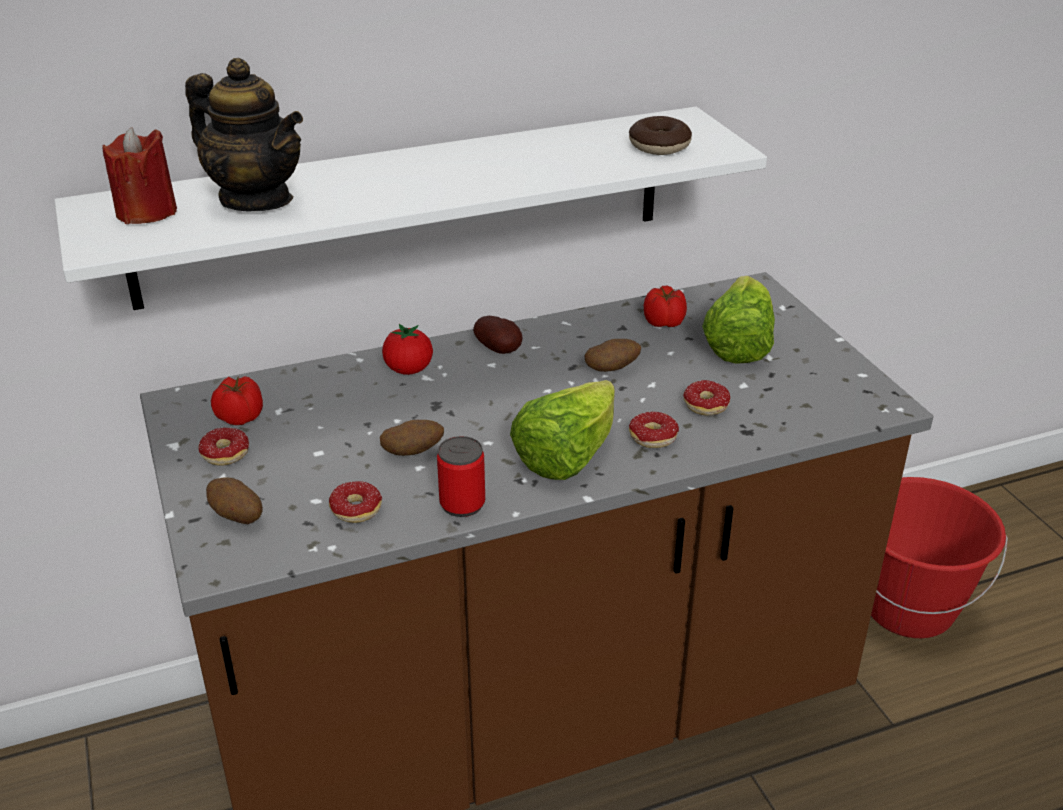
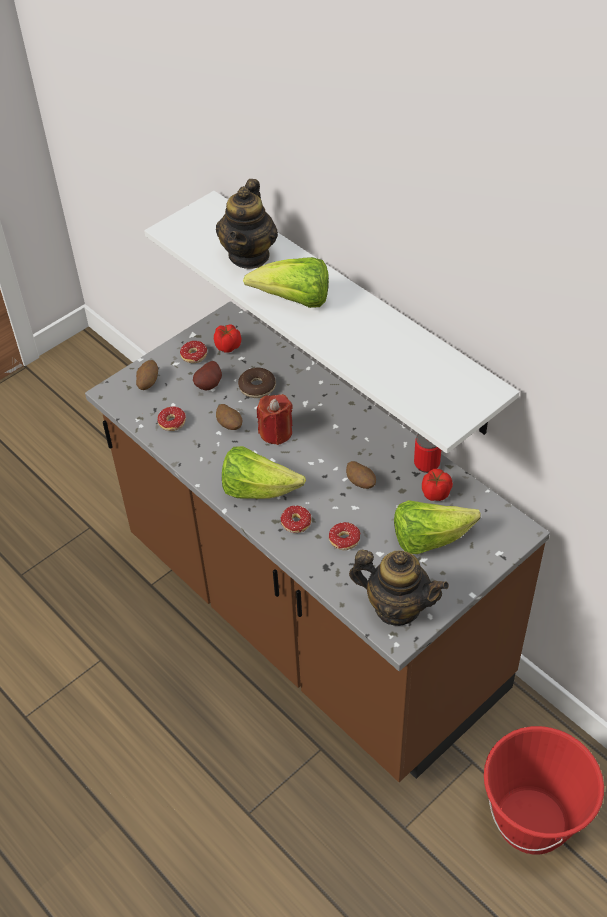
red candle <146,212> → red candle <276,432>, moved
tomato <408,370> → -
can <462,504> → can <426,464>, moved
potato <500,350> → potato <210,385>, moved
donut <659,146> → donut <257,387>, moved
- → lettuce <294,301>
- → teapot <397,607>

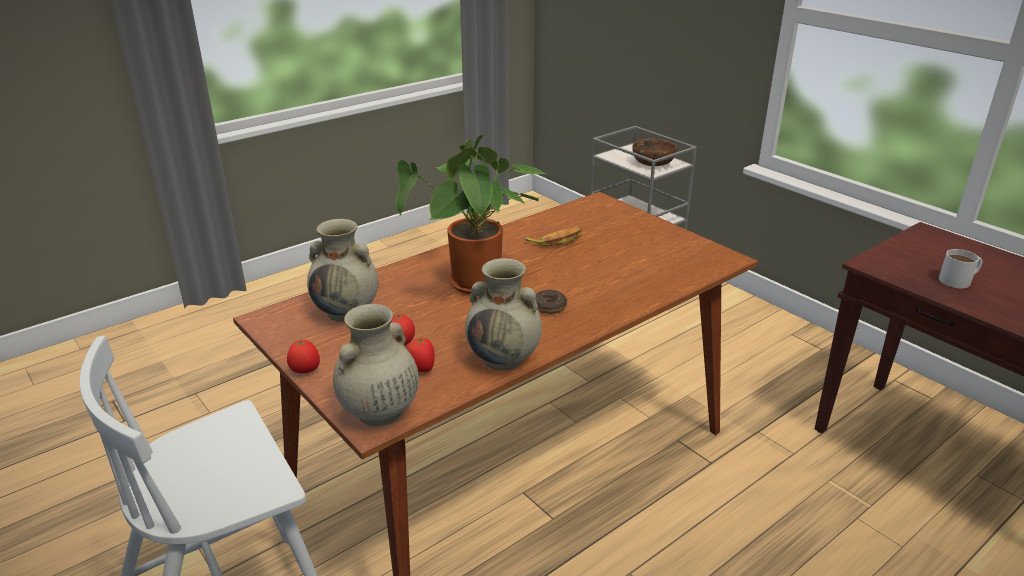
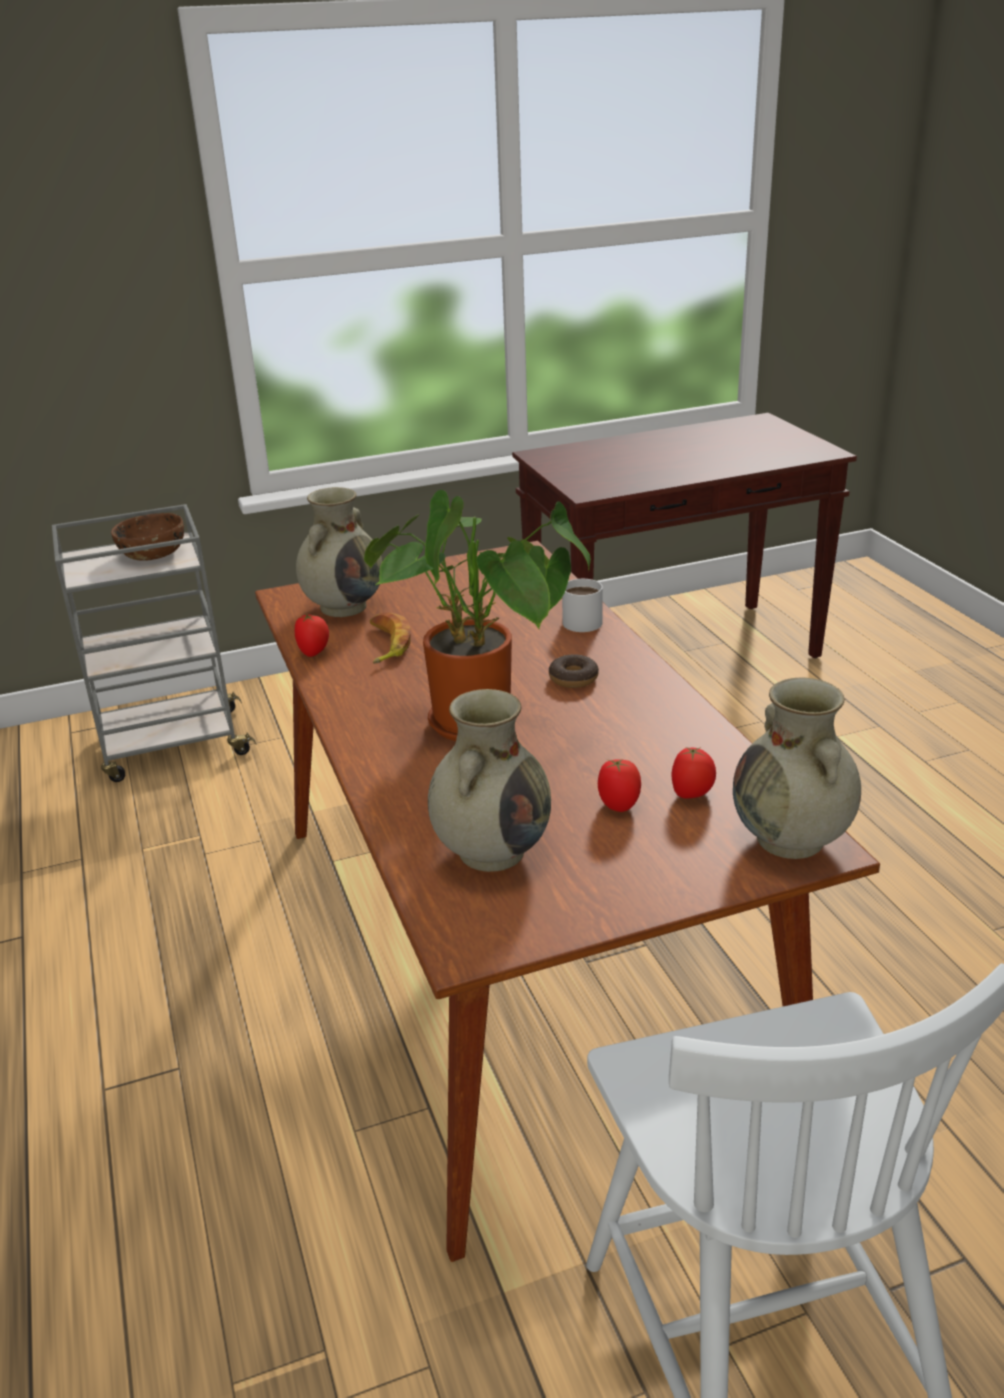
tomato <305,371> → tomato <314,653>, moved
beige vase <504,358> → beige vase <344,606>, moved
white mug <959,280> → white mug <582,619>, moved

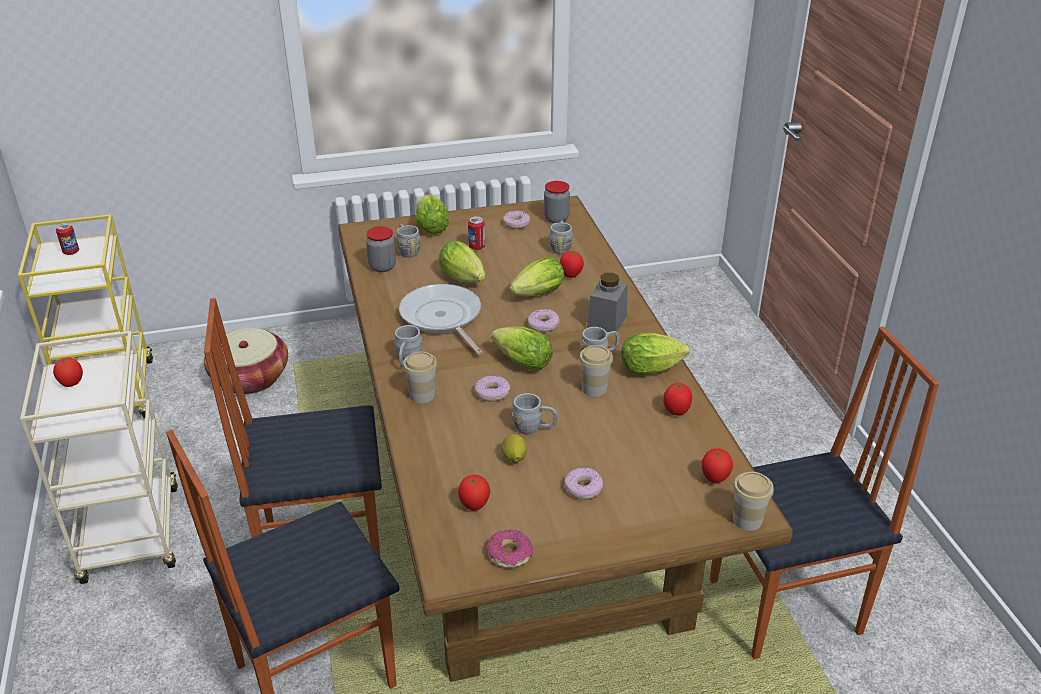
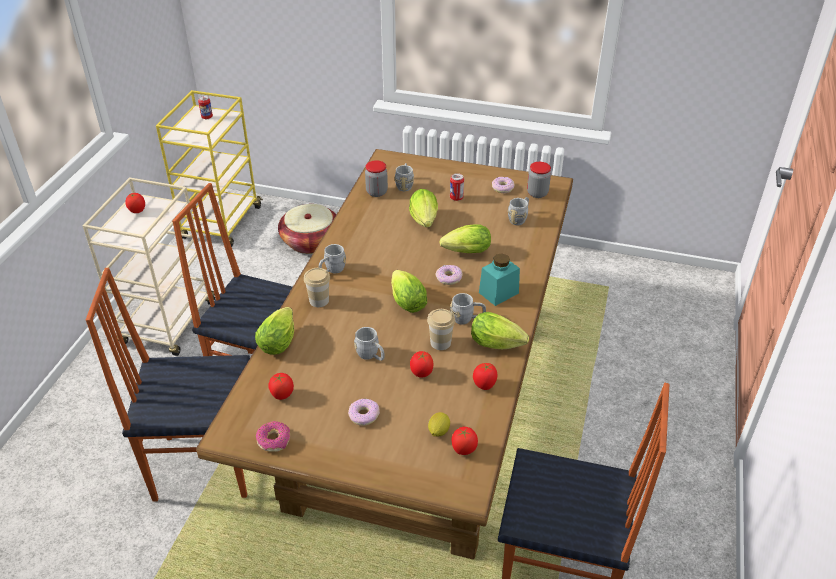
frying pan <442,318> → -
lettuce <431,226> → lettuce <279,340>, moved
donut <492,393> → -
lemon <514,458> → lemon <438,431>, moved
tomato <570,275> → tomato <421,374>, moved
grey jar <607,322> → turquoise jar <498,293>
cup <747,520> → -

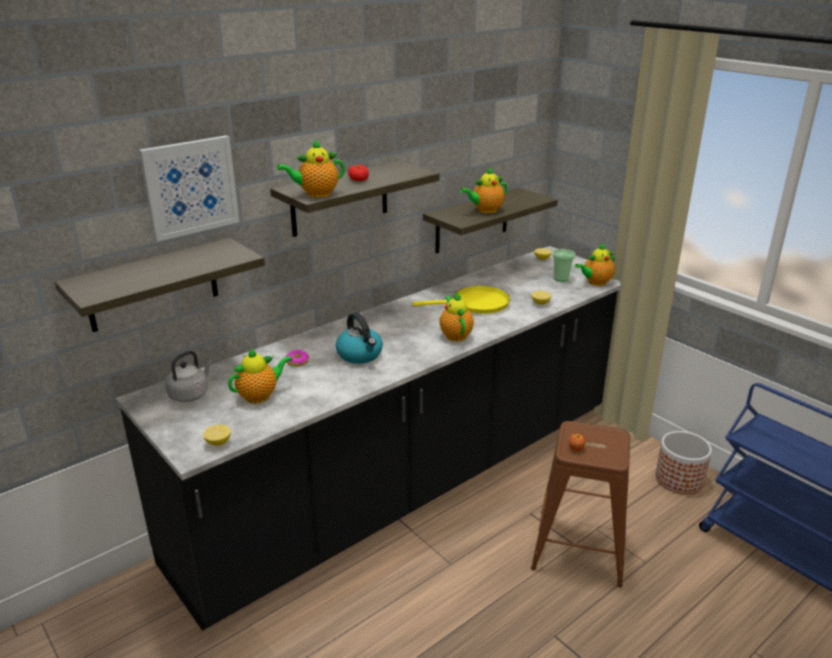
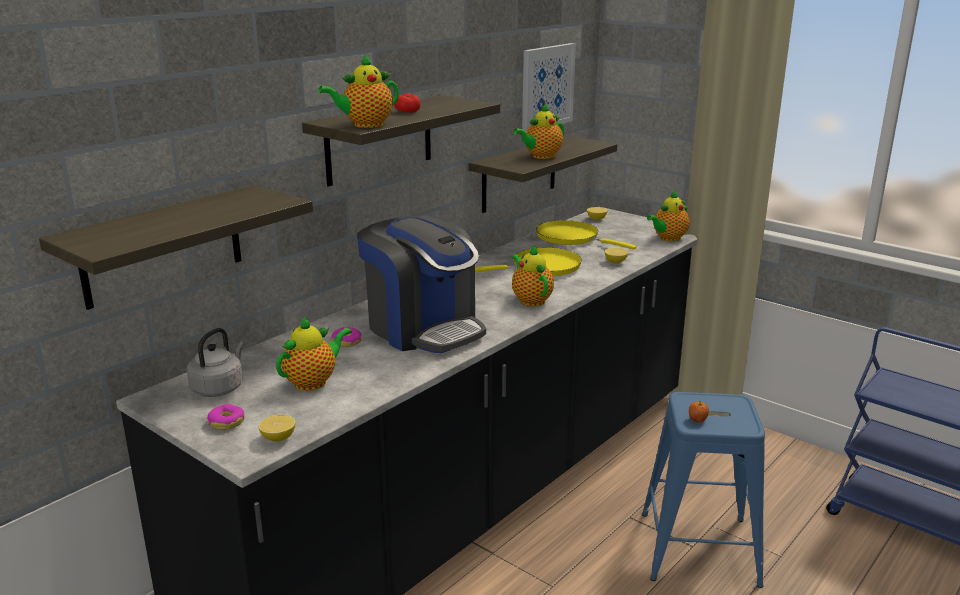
picture <190,187> → picture <546,87>, moved
kettle <360,355> → coffee machine <423,328>
brown stool <578,547> → blue stool <698,549>
cup <561,278> → -
planter <679,479> → -
- → donut <226,422>
- → yellow frying pan <571,238>

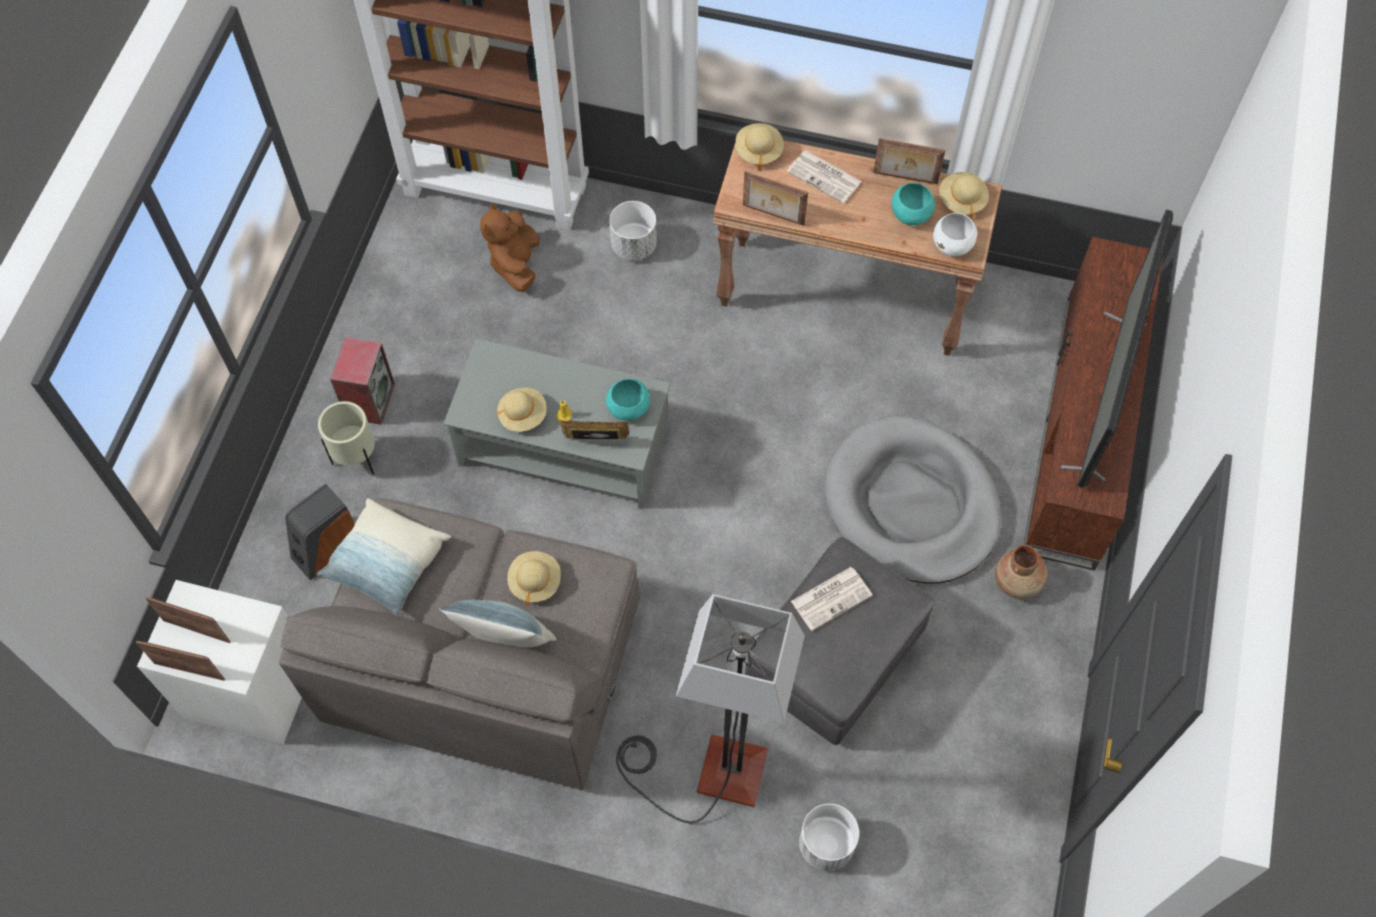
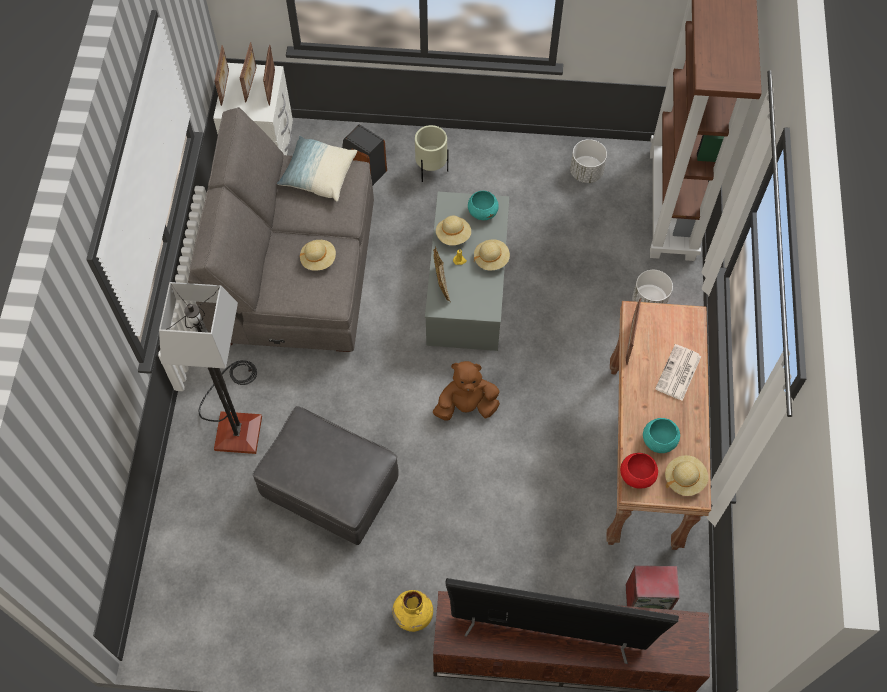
speaker <369,400> → speaker <647,599>, moved
pillow <505,638> → -
brown plush toy <515,264> → brown plush toy <466,406>, moved
turquoise bowl <628,408> → turquoise bowl <482,212>, moved
beige hat <758,151> → beige hat <491,259>, moved
newspaper <832,597> → -
white planter <826,845> → white planter <586,172>, moved
grey dog bed <911,504> → -
picture frame <905,179> → picture frame <271,87>, moved
white bowl <953,245> → red bowl <637,476>
brown vase <1017,582> → yellow vase <413,615>

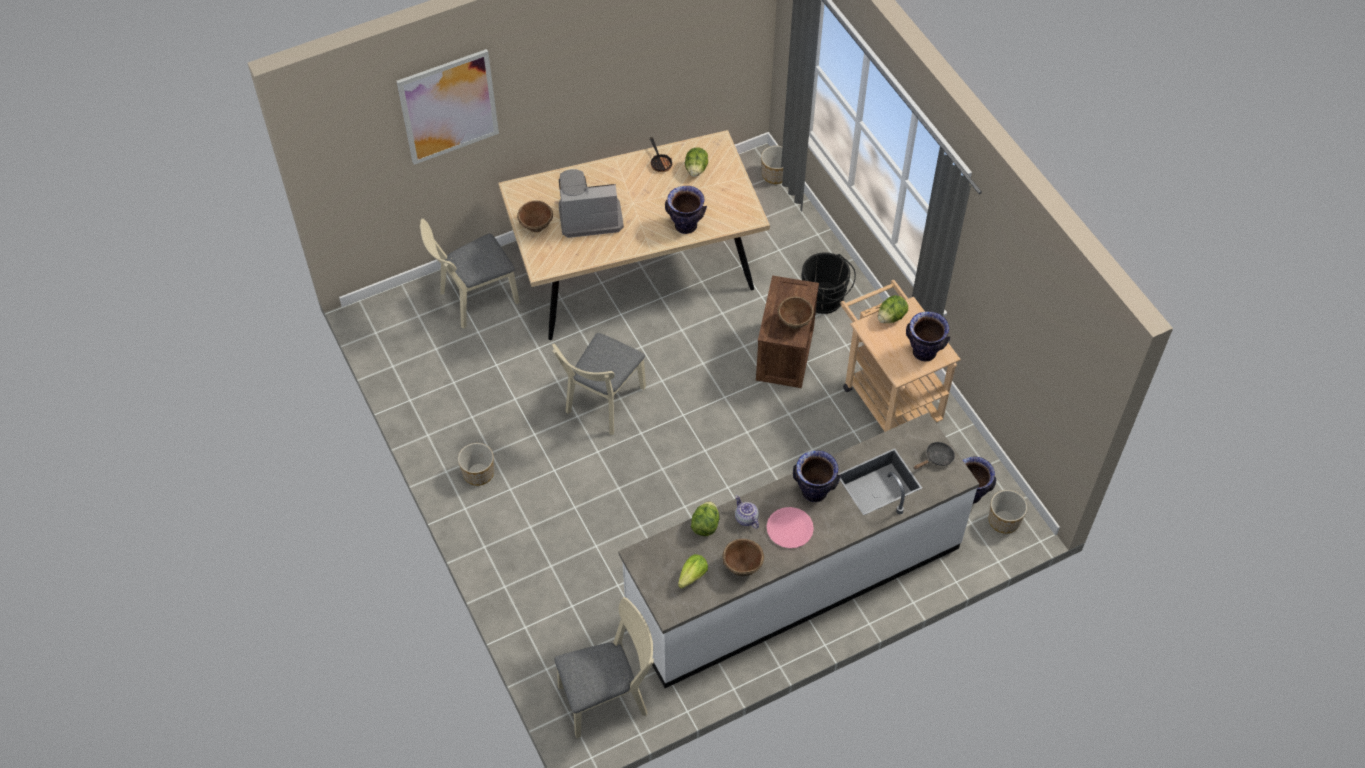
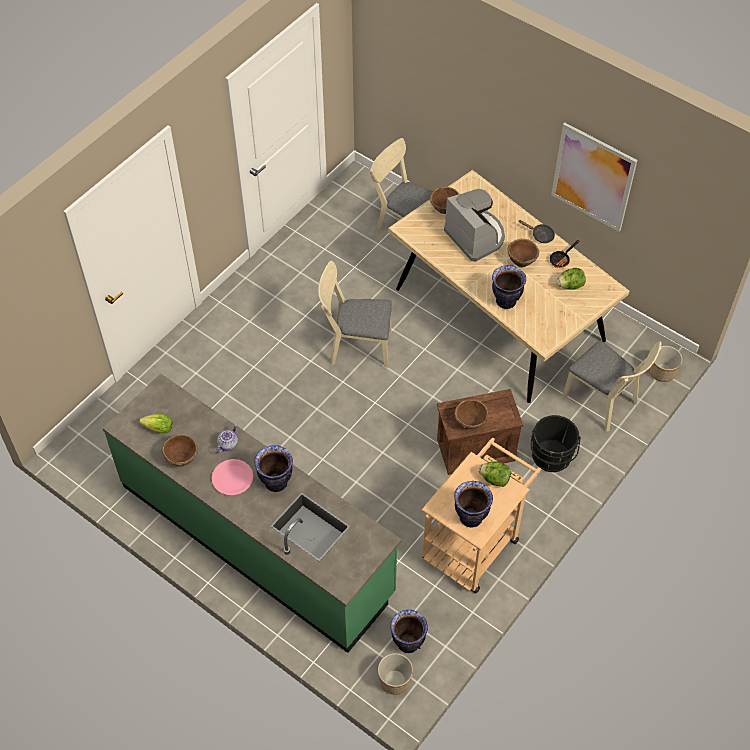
picture <448,106> → picture <593,177>, moved
planter <478,473> → -
beige chair <609,697> → beige chair <604,403>, moved
white counter <793,581> → green counter <257,538>
lettuce <705,525> → -
black frying pan <937,458> → black frying pan <540,235>, moved
- → brown bowl <521,261>

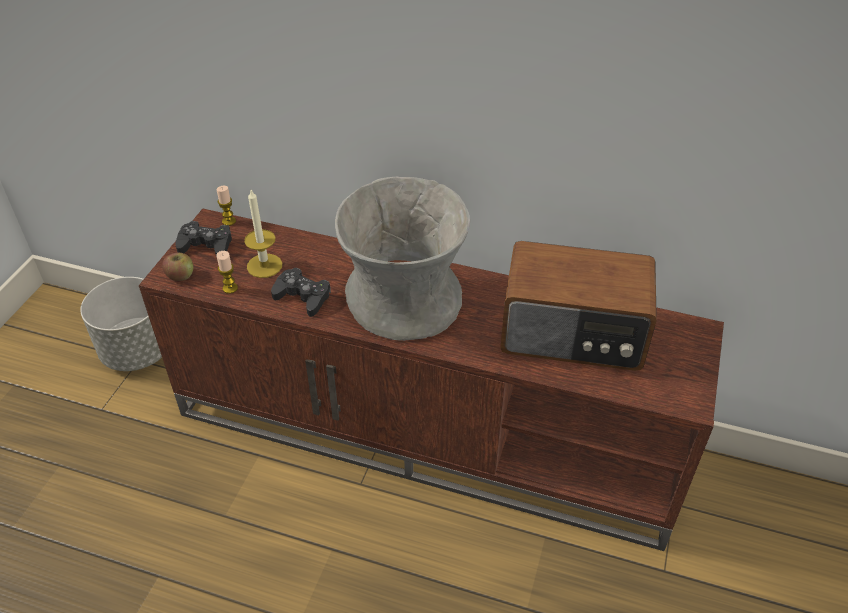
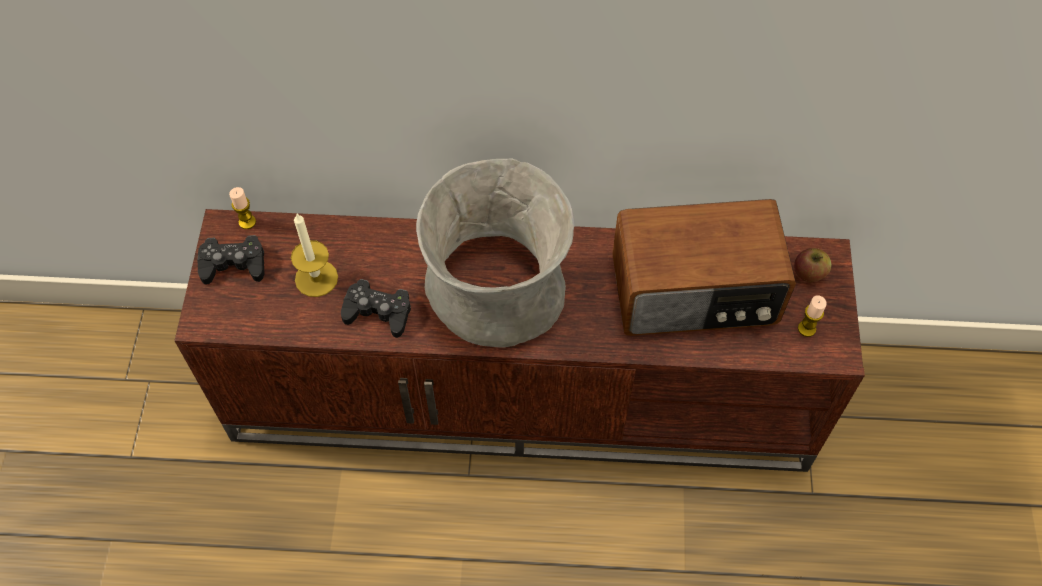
grey planter <137,350> → -
apple <180,276> → apple <809,273>, moved
candle <230,288> → candle <806,328>, moved

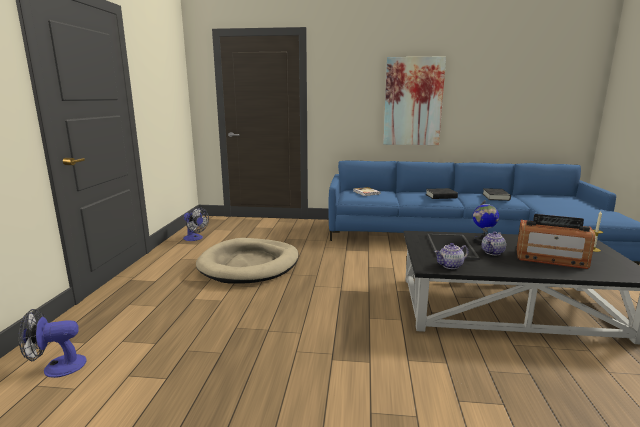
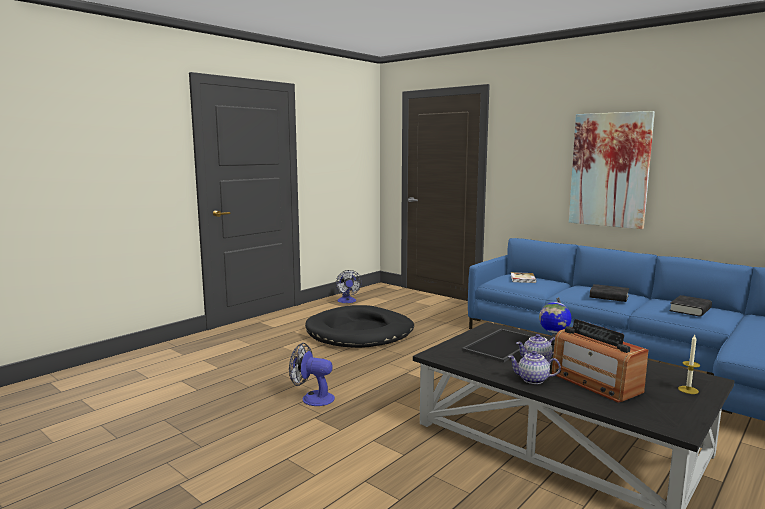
fan <57,367> → fan <312,398>, moved
beige dog bed <249,264> → black dog bed <360,332>
teapot <450,266> → teapot <532,380>, moved

